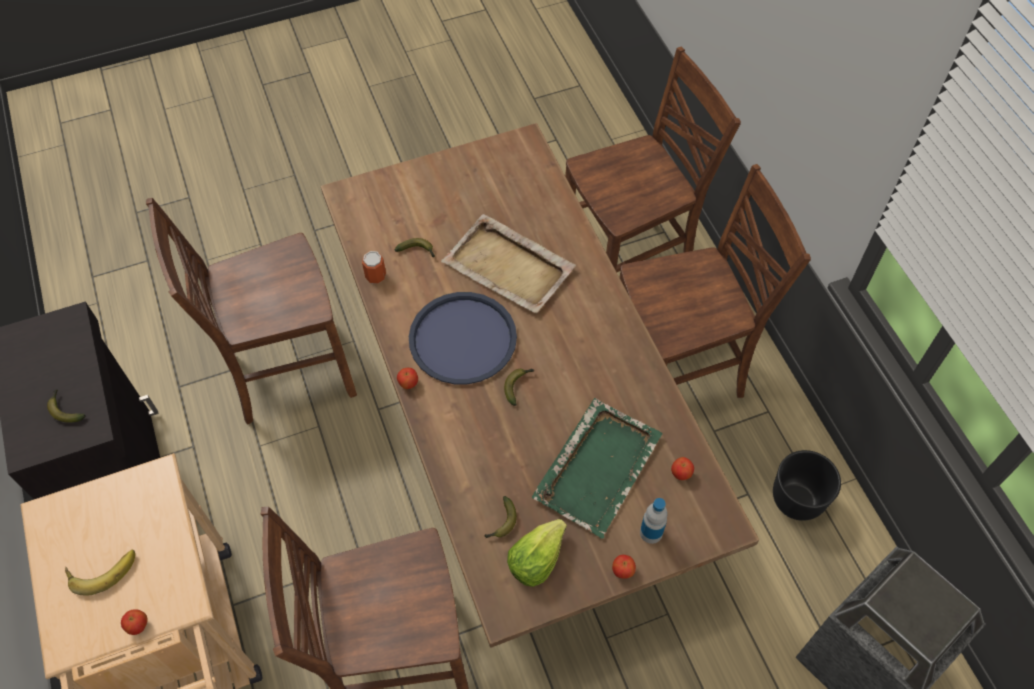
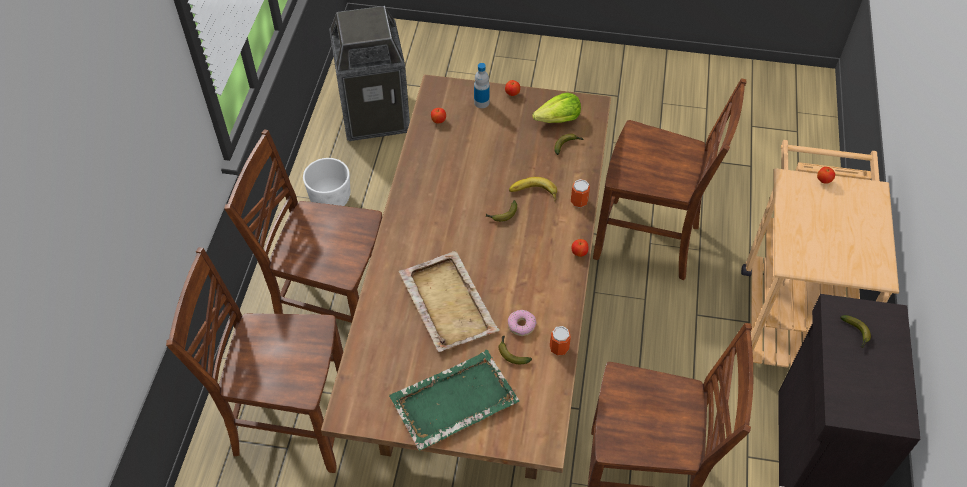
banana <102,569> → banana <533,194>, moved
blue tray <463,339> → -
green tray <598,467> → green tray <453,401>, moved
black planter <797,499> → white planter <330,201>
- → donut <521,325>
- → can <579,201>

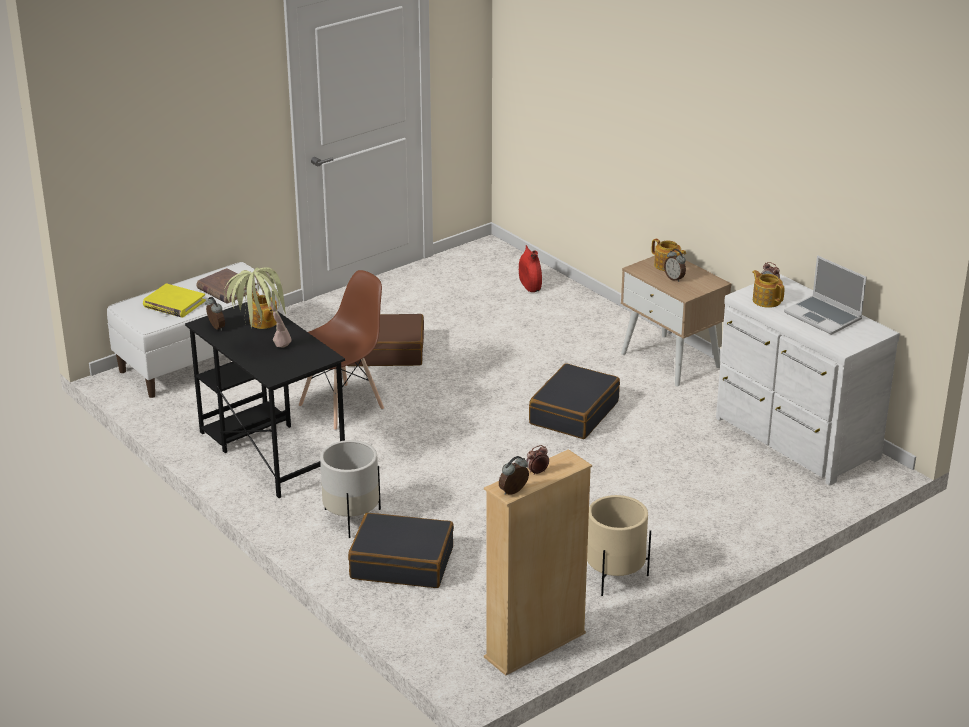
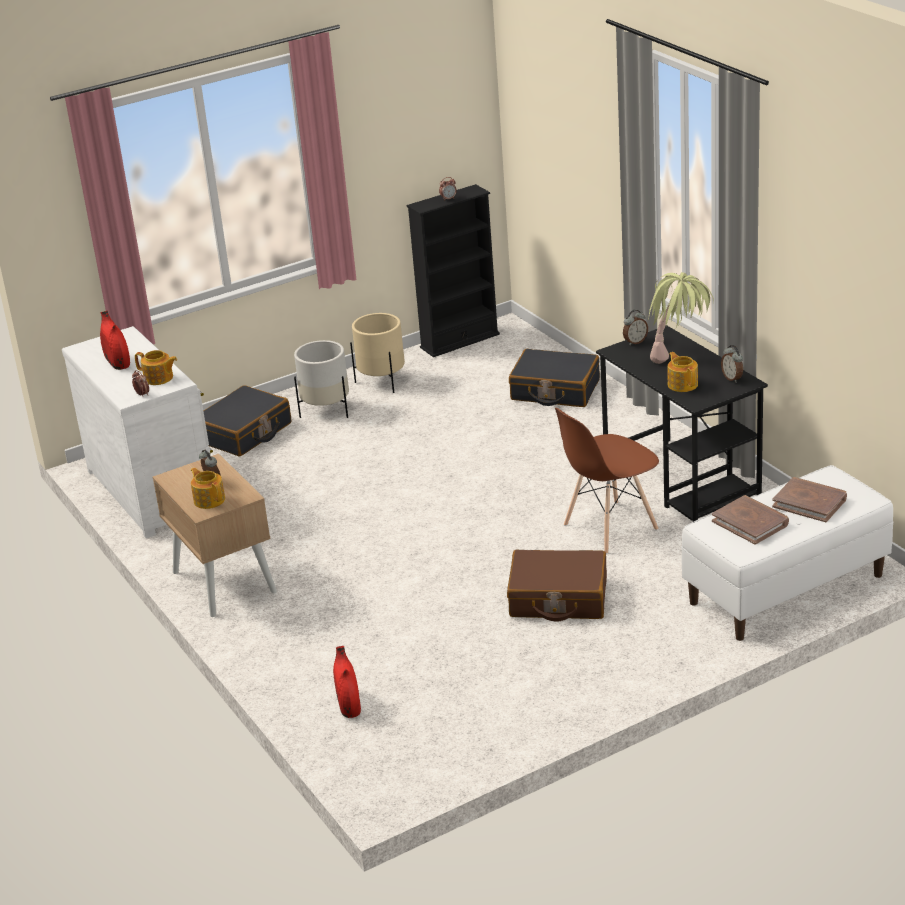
yellow book <174,304> → brown book <809,502>
white planter <351,518> → white planter <326,410>, moved
beige bookcase <535,646> → black bookcase <459,341>
alarm clock <514,492> → alarm clock <635,342>, moved
black suitcase <573,413> → black suitcase <244,433>, moved
teapot <766,300> → teapot <159,378>, 45 degrees counterclockwise
laptop <824,317> → red vase <117,362>

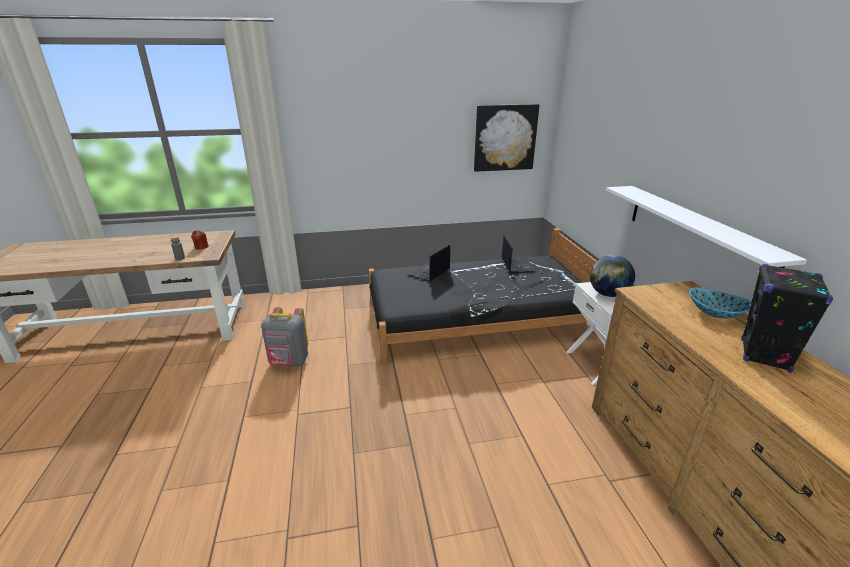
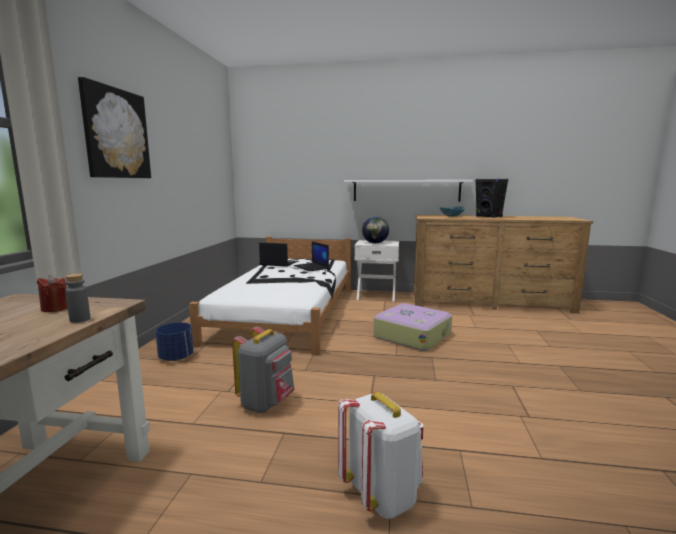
black bed <478,319> → white bed <287,312>
laptop <429,272> → laptop <311,267>, moved
picture <505,138> → picture <116,133>, moved
- → blue planter <176,357>
- → white backpack <381,495>
- → suitcase <412,335>

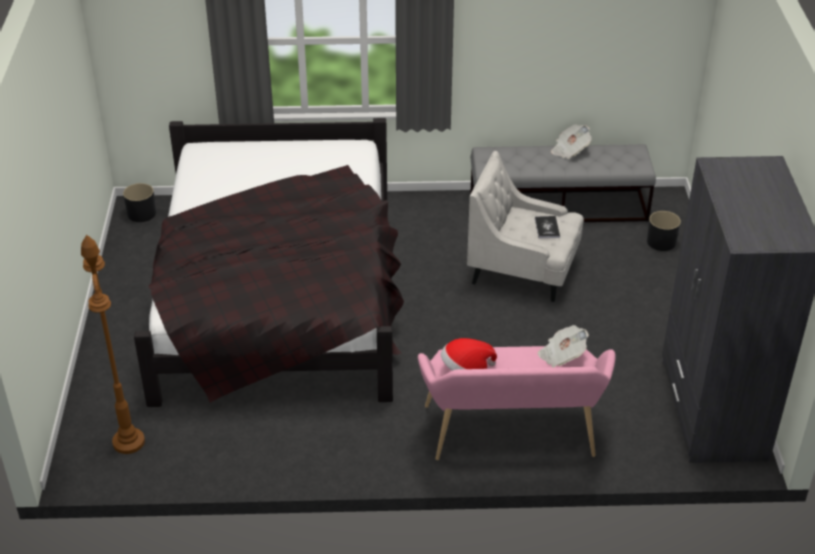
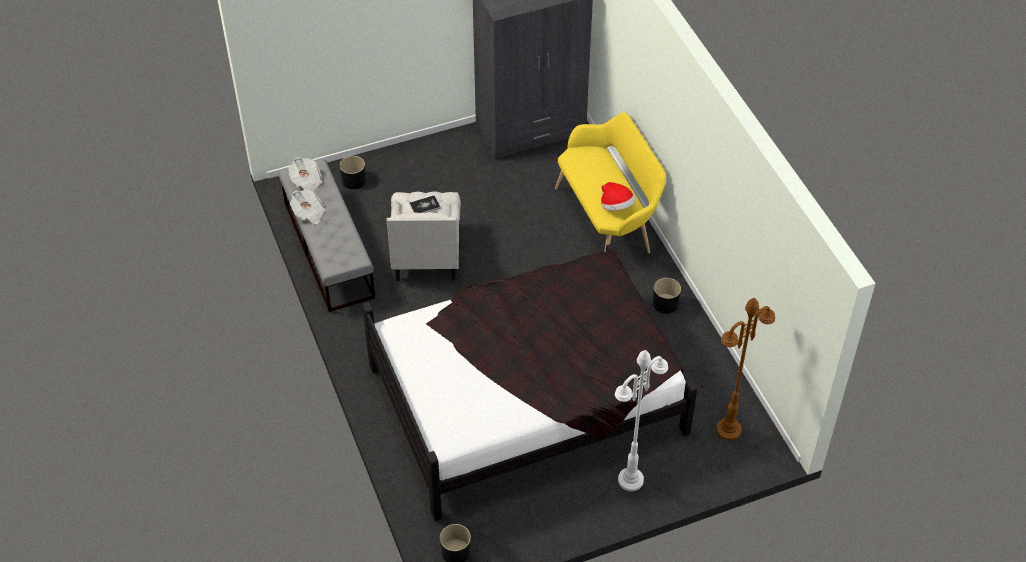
pink bench <512,436> → yellow bench <607,220>
newspaper <561,355> → newspaper <306,181>, moved
- → white floor lamp <630,480>
- → black planter <665,304>

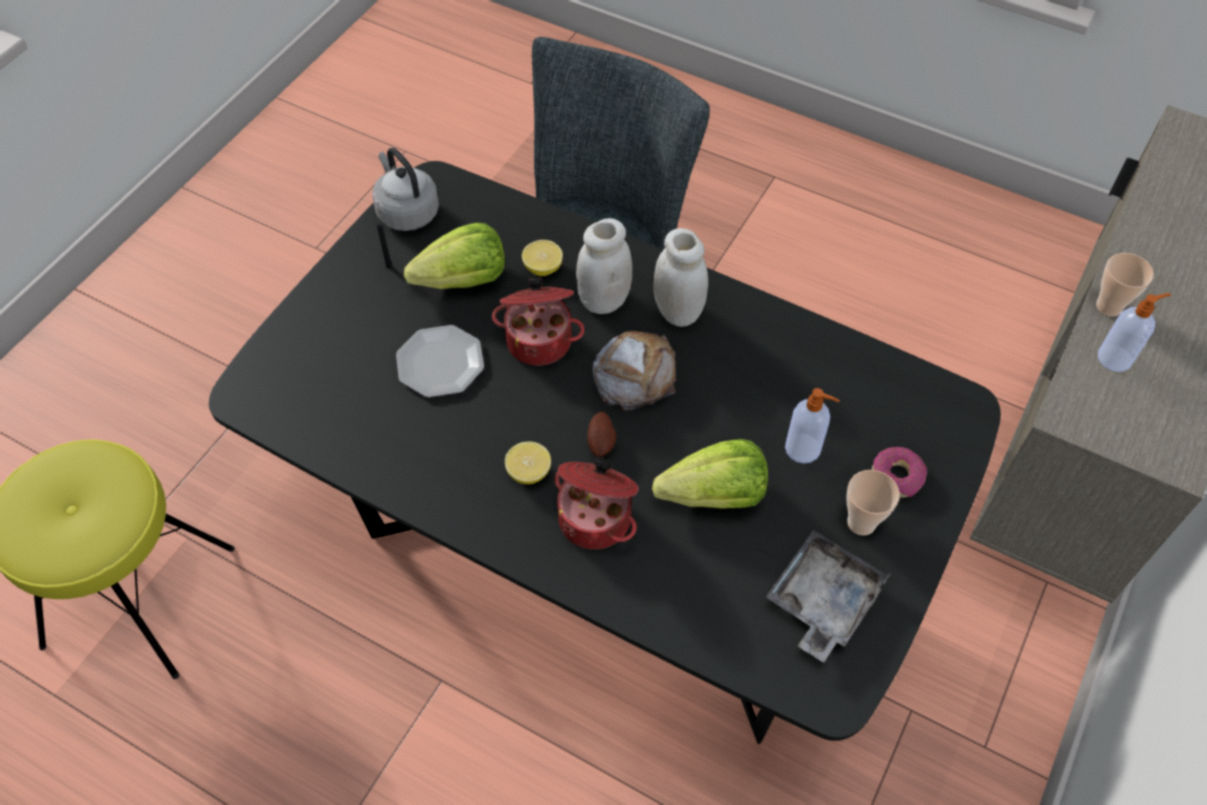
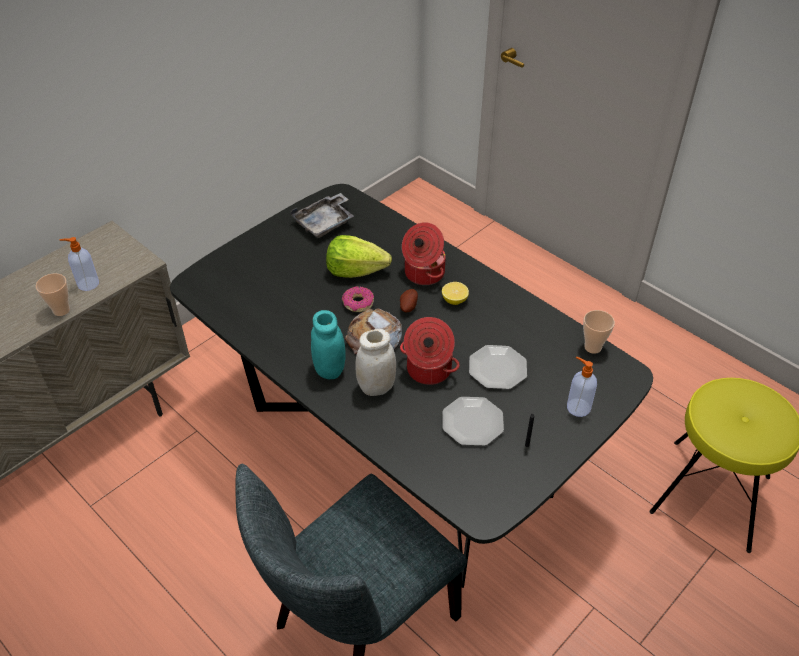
grey kettle <406,211> → -
lettuce <464,280> → plate <472,422>
lemon <543,268> → -
white jar <678,312> → turquoise jar <329,369>
soap dispenser <804,449> → soap dispenser <577,407>, moved
cup <861,523> → cup <592,347>, moved
donut <897,477> → donut <358,303>, moved

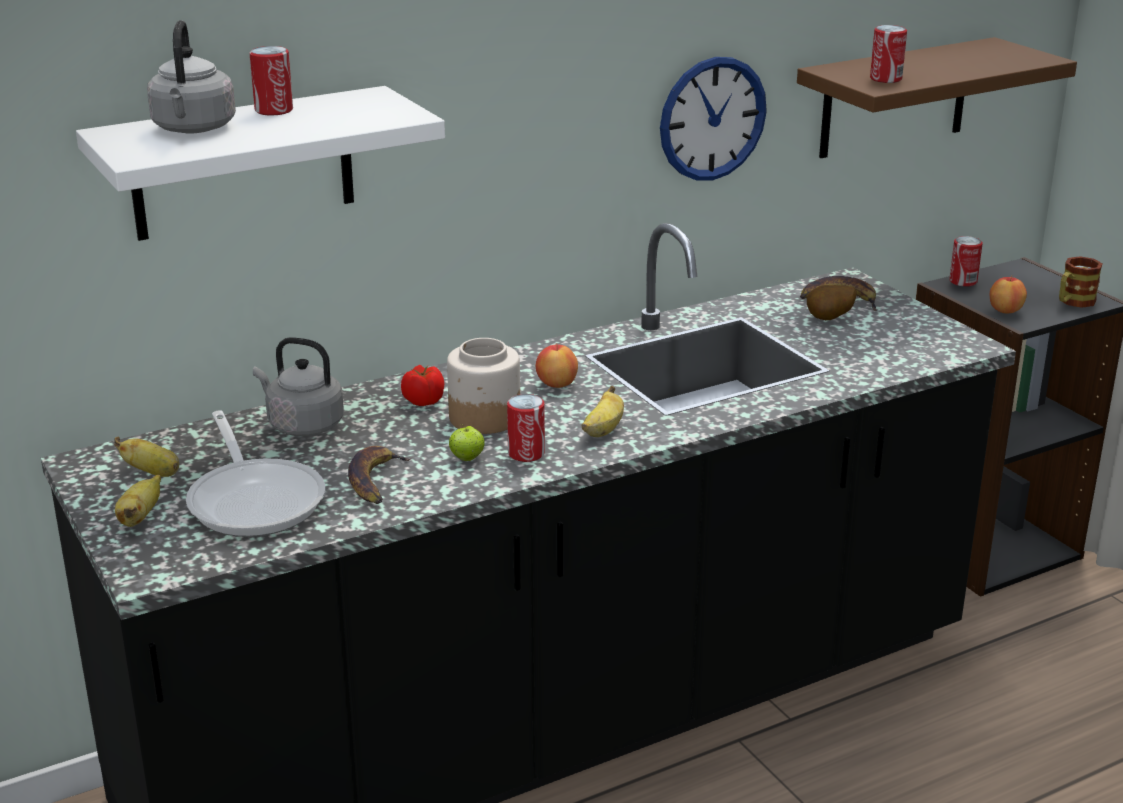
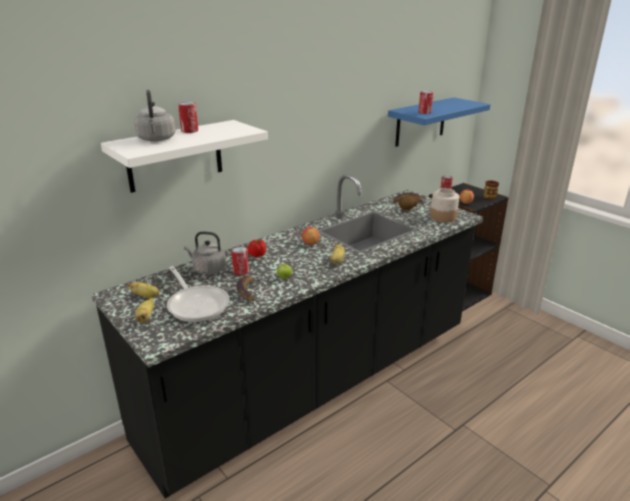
jar <483,417> → jar <442,217>, moved
can <526,453> → can <241,272>, moved
wall clock <712,119> → -
brown shelf <894,98> → blue shelf <420,122>

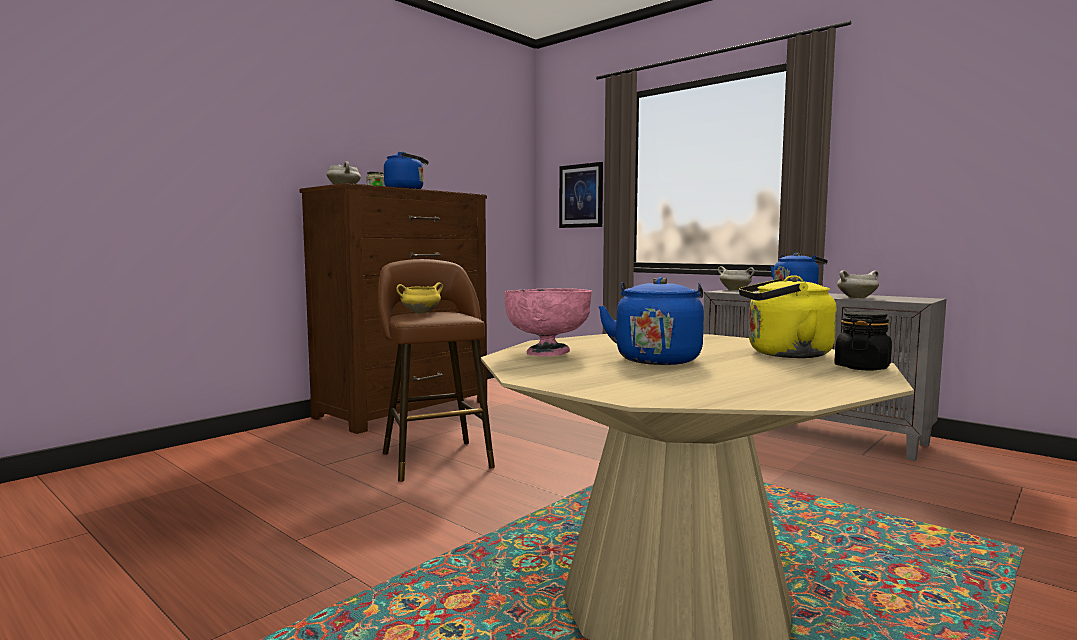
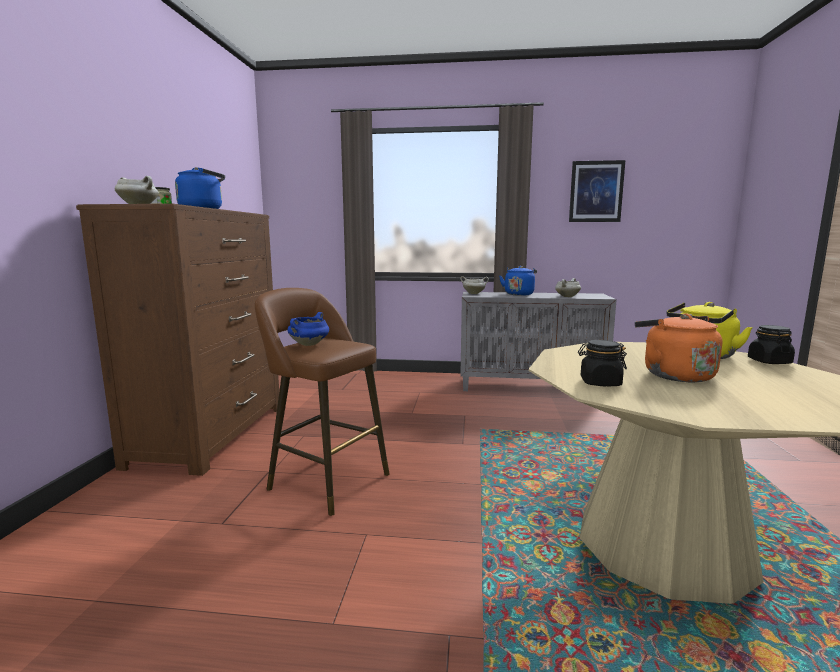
yellow cooking pot <420,313> → blue cooking pot <309,344>
pink bowl <547,353> → black jar <600,383>
picture <581,196> → picture <596,191>, moved
blue kettle <657,359> → orange kettle <674,375>

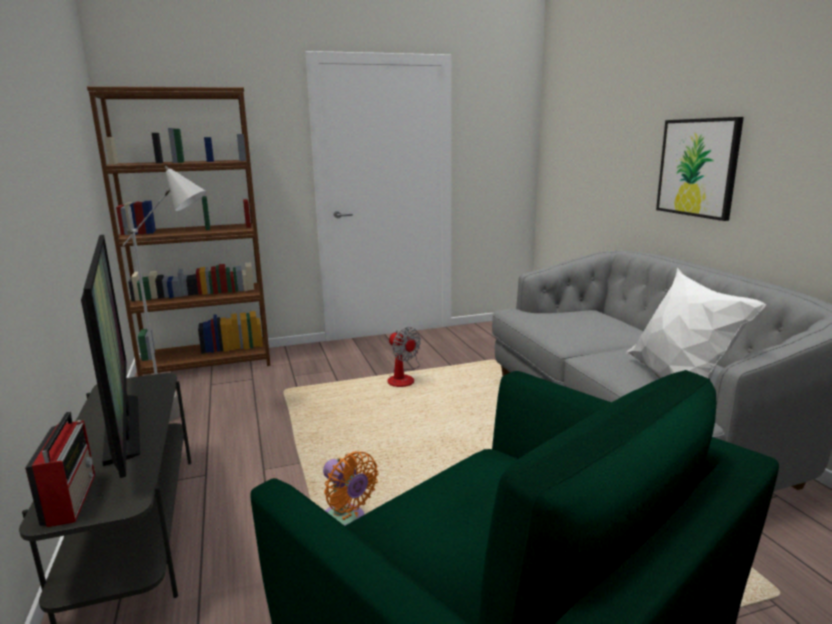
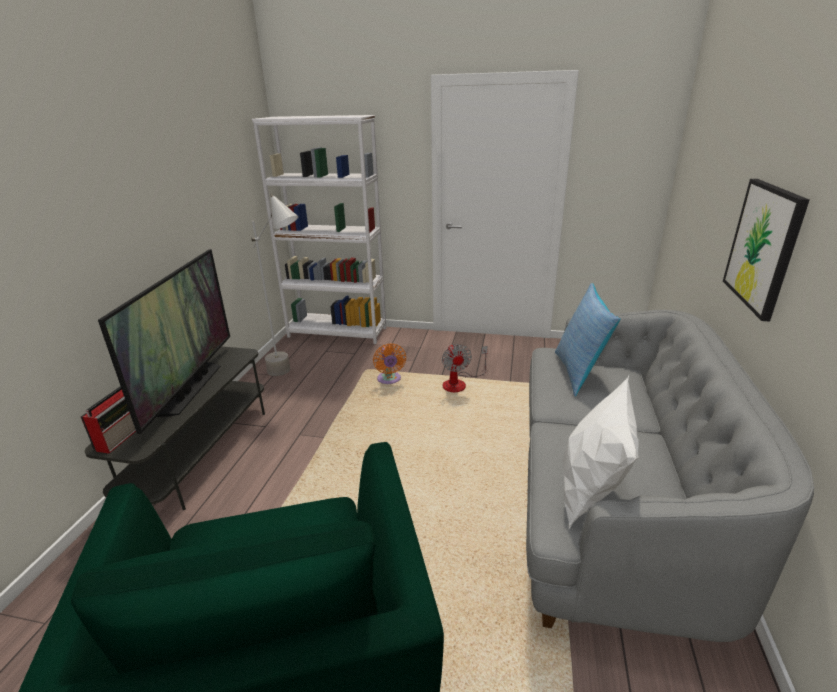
brown bookcase <207,364> → white bookcase <337,332>
orange fan <345,522> → orange fan <389,380>, moved
- → pillow <579,373>

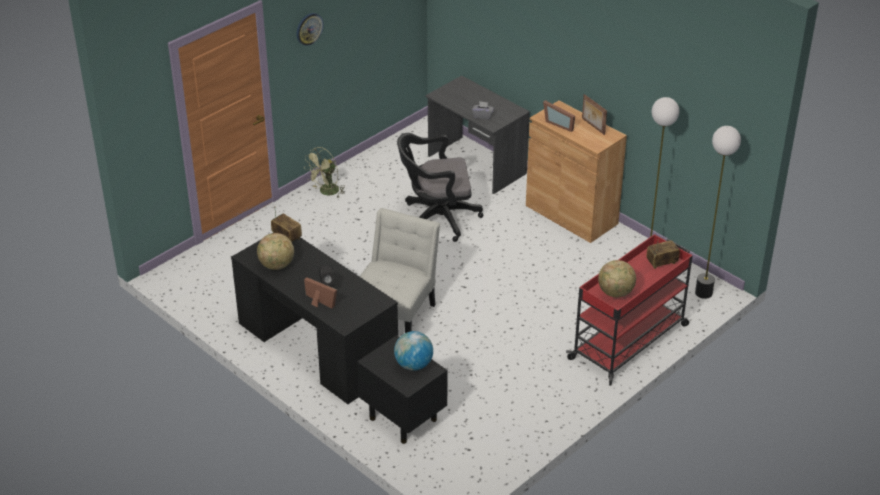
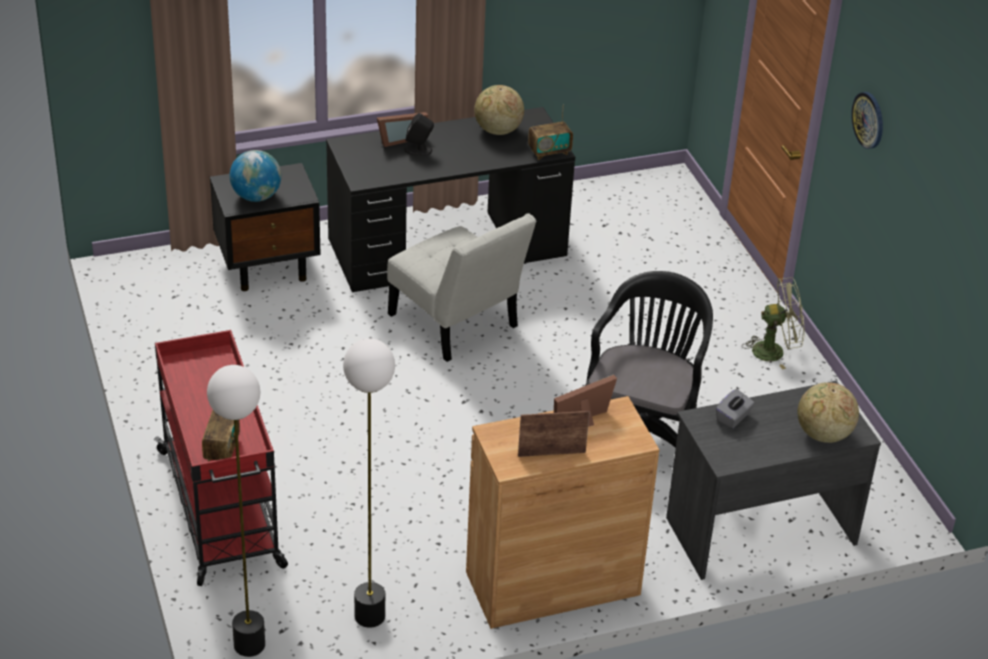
green fan <326,192> → green fan <775,351>, 105 degrees clockwise
globe <615,293> → globe <823,434>, moved

